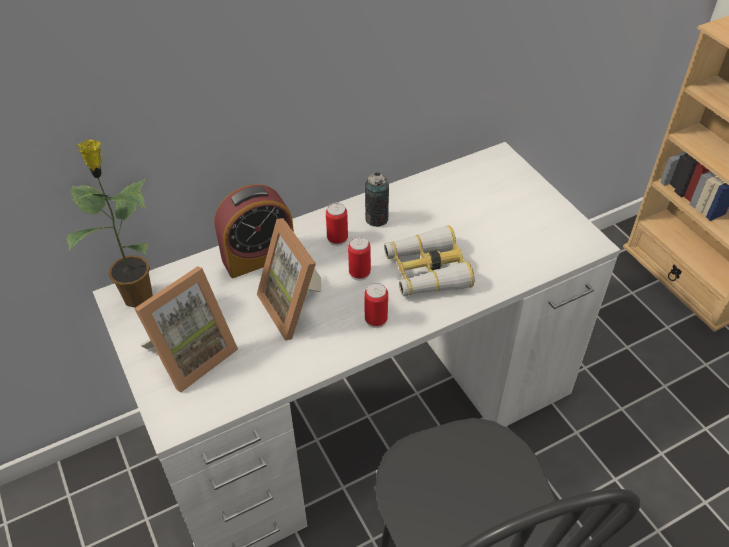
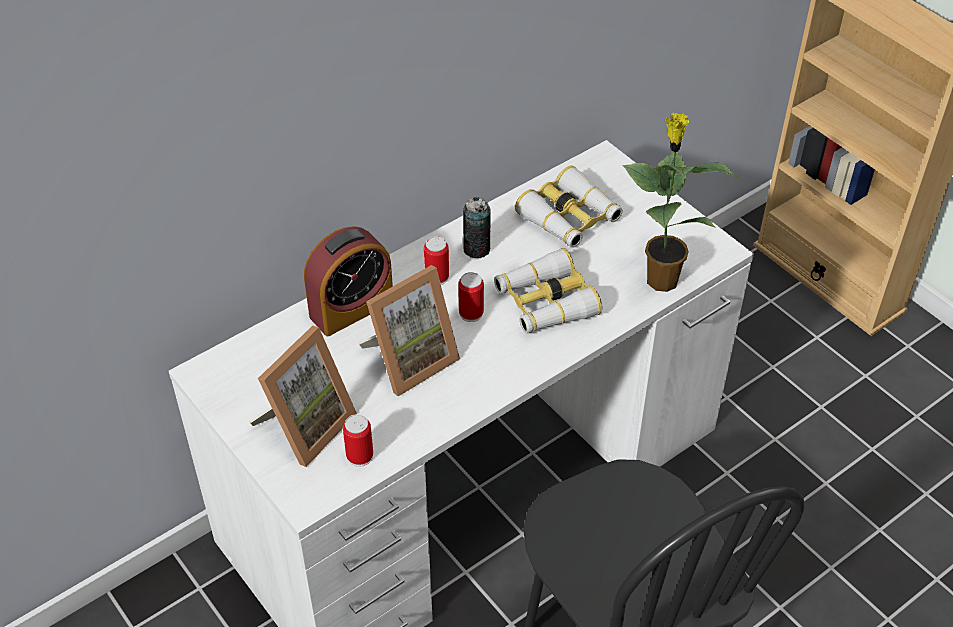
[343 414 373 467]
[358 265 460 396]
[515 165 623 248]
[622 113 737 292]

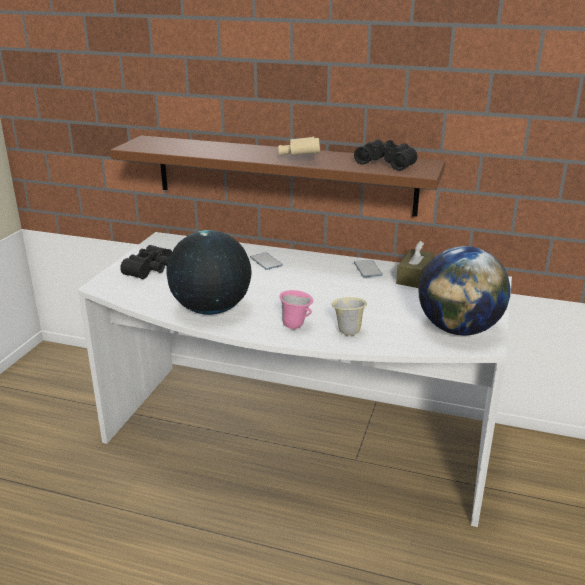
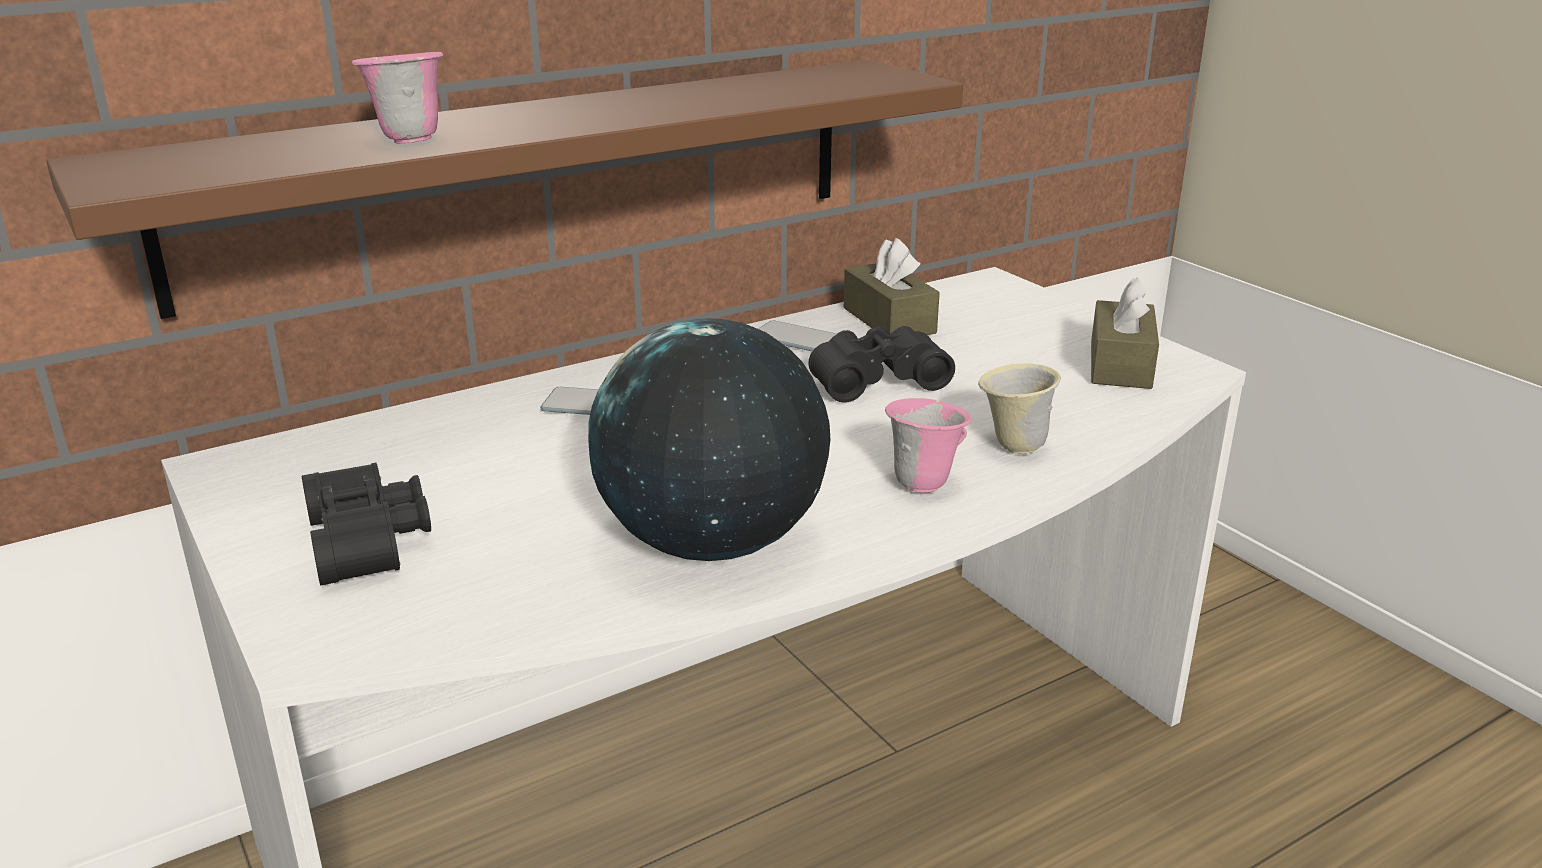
[352 52 443 144]
[808 326 955 403]
[1091 277 1159 389]
[278 137 320 156] (first image)

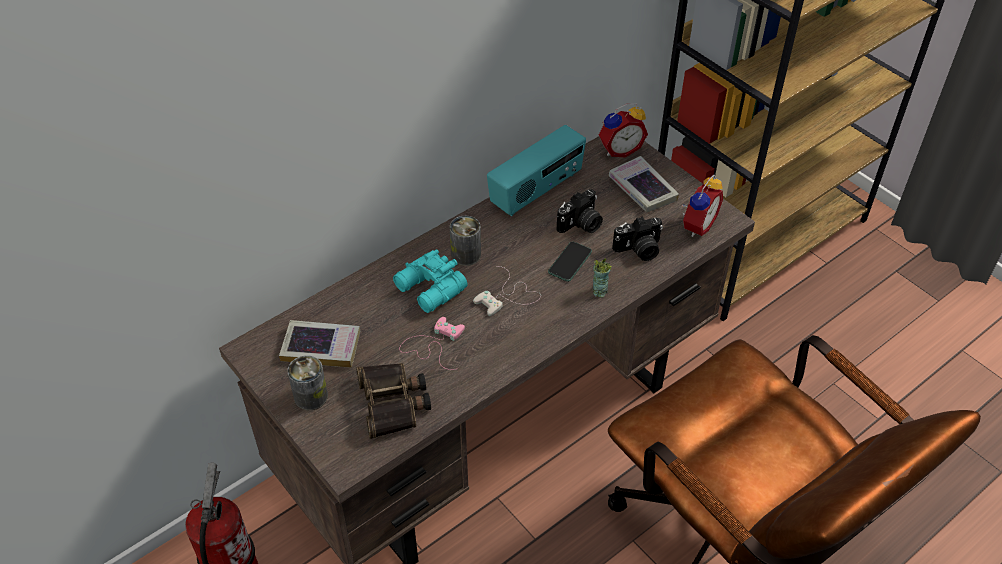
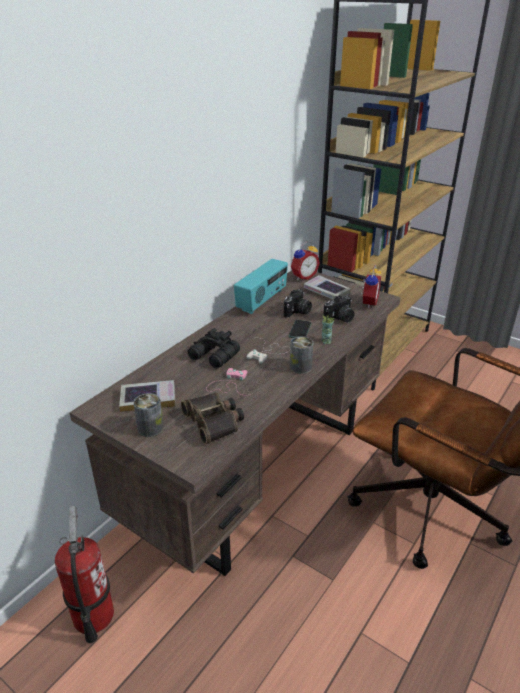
[188 328 240 368]
[290 336 313 374]

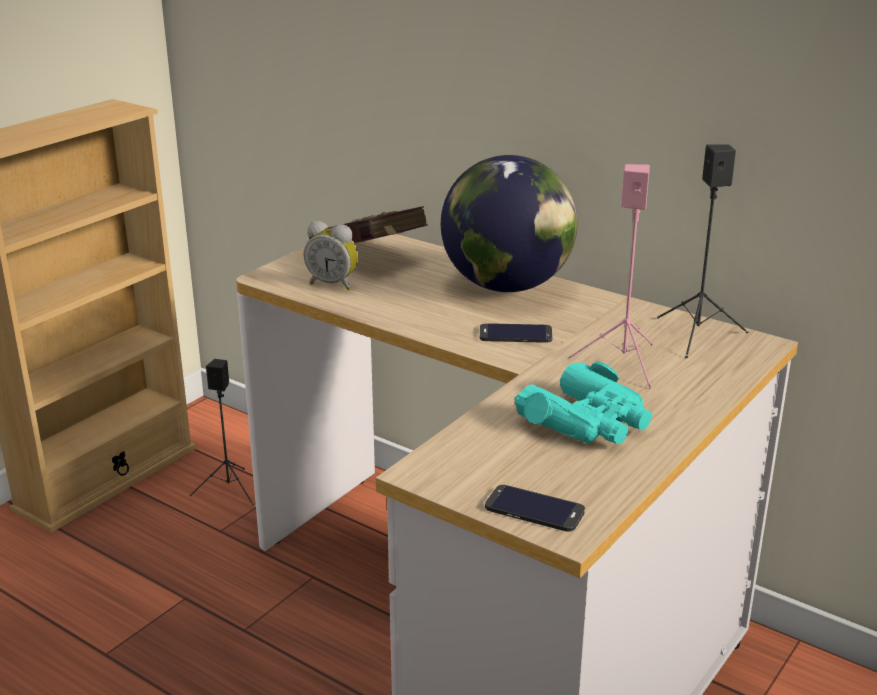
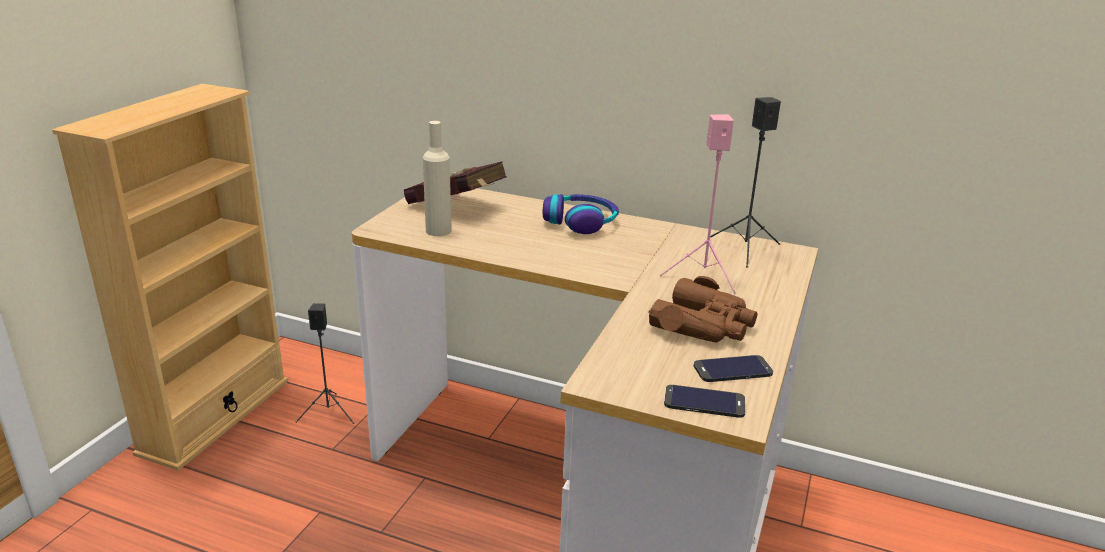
[423 121 452 236]
[543 194 619 234]
[649 276 758 342]
[694 355 773 382]

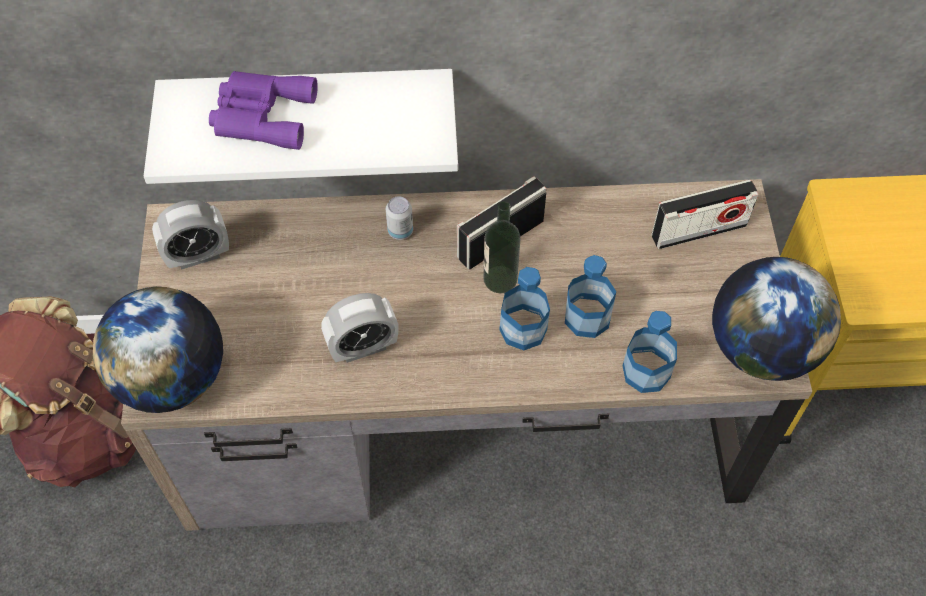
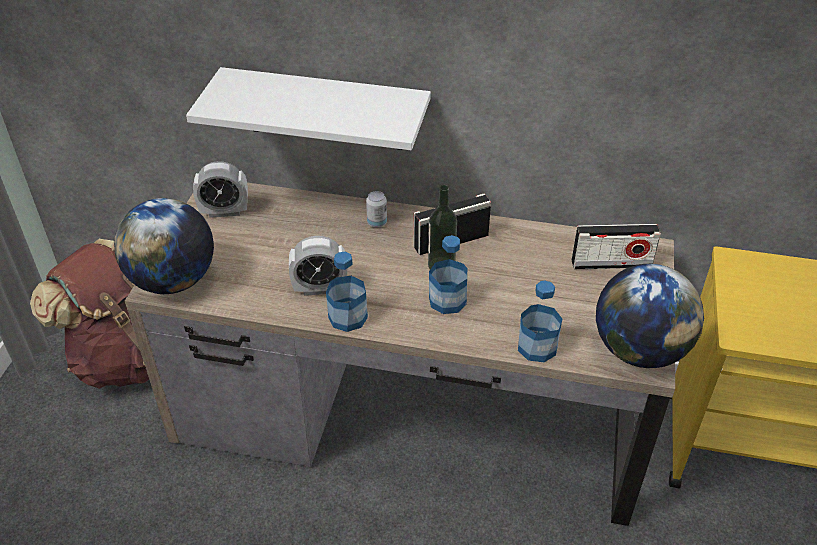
[326 252 368 332]
[209 71 318 150] (first image)

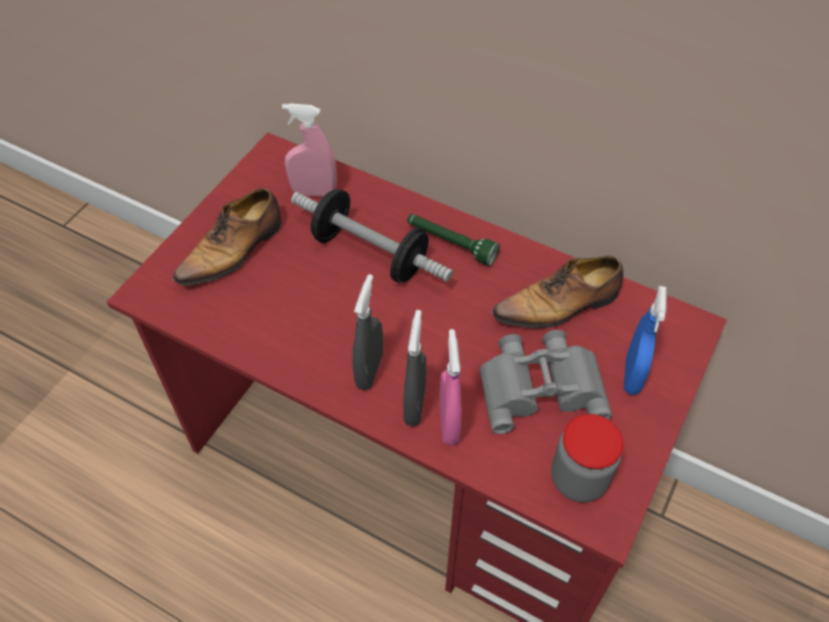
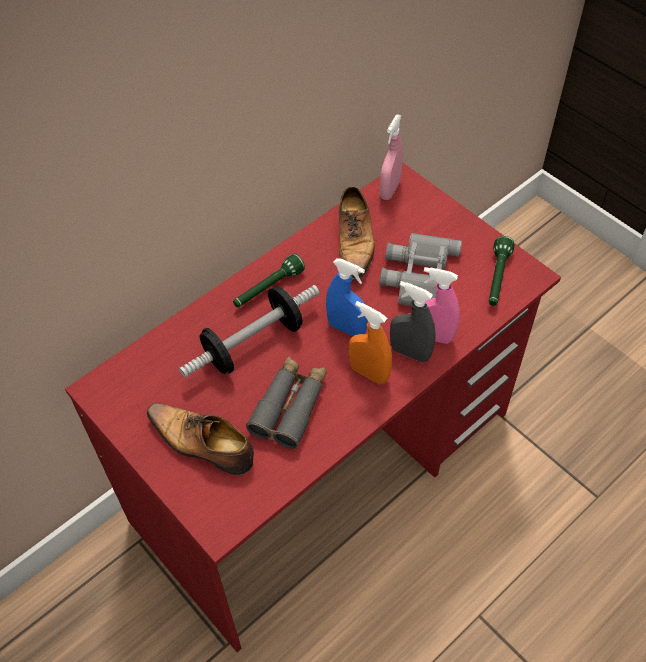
[147 403 254 475]
[246 356 327 449]
[326 258 368 336]
[349 301 392 385]
[380 114 403 200]
[489 236 515 306]

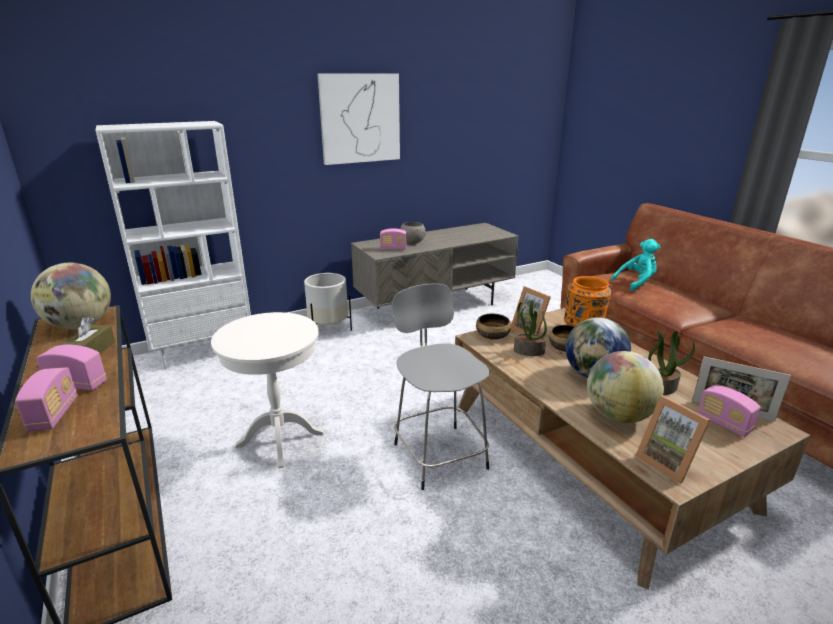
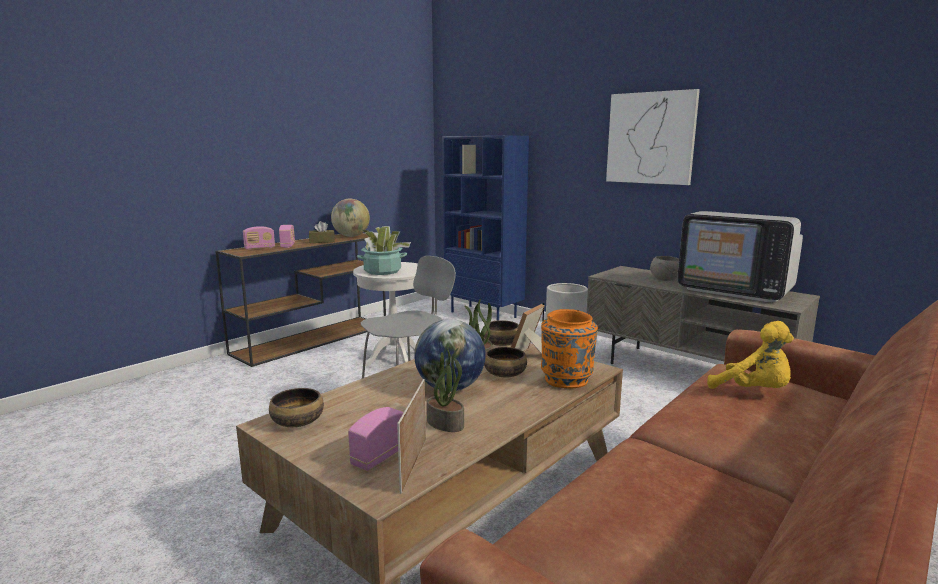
[269 388 324 427]
[357 226 411 275]
[443 135 529 321]
[677 211 803 302]
[707 321 794 389]
[380 228 407 250] (first image)
[587 351 664 423] (first image)

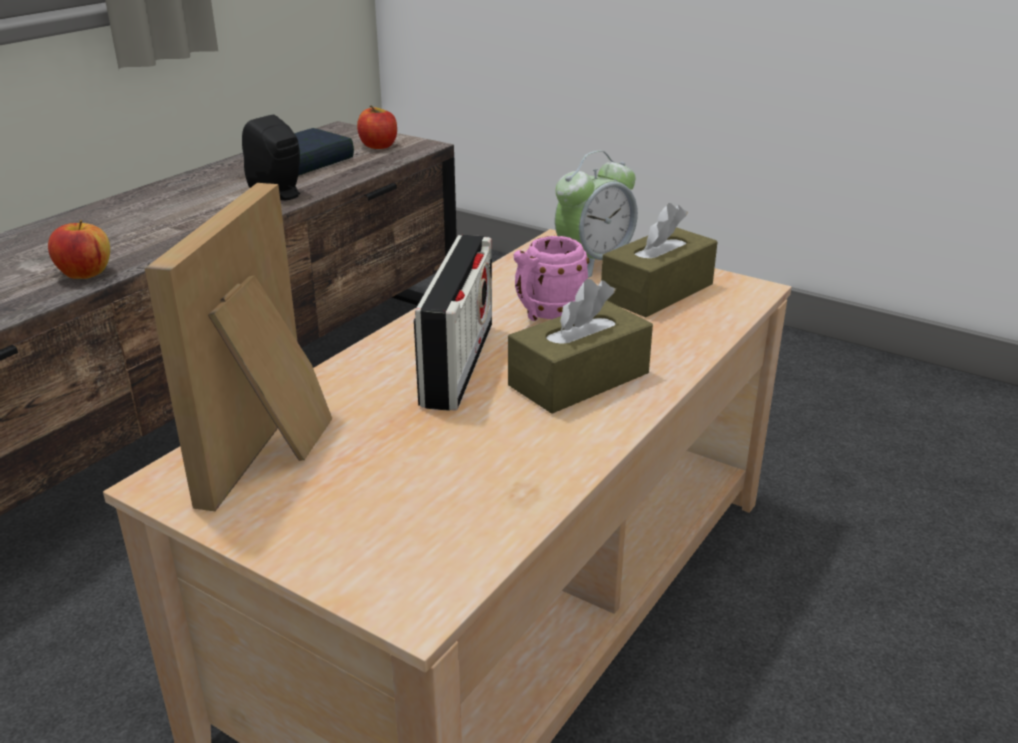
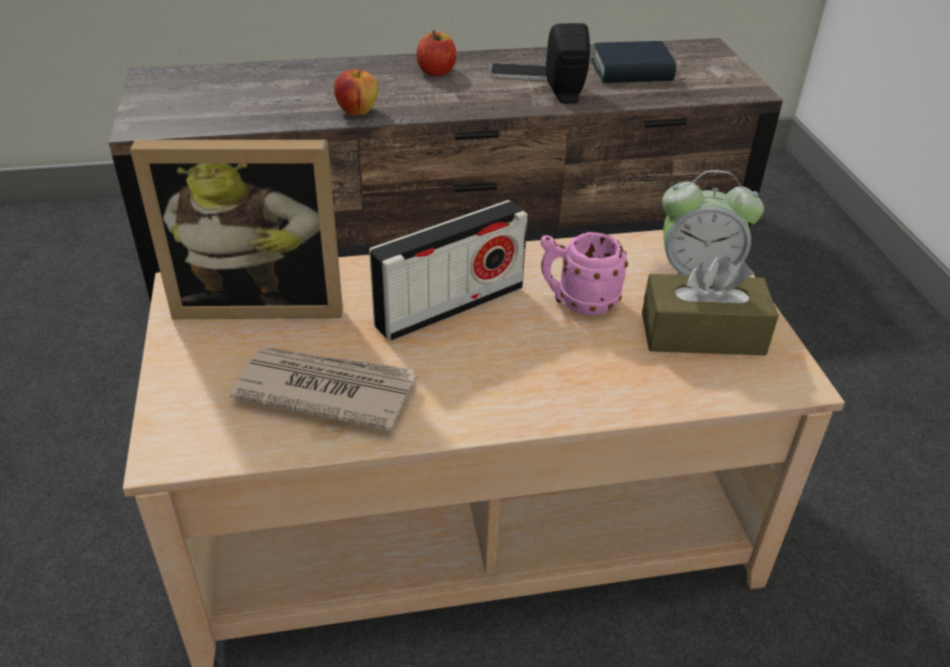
[130 140 343 319]
[230 347 417 431]
[416 30 456 76]
[491 63 547 80]
[508 279 653 414] (first image)

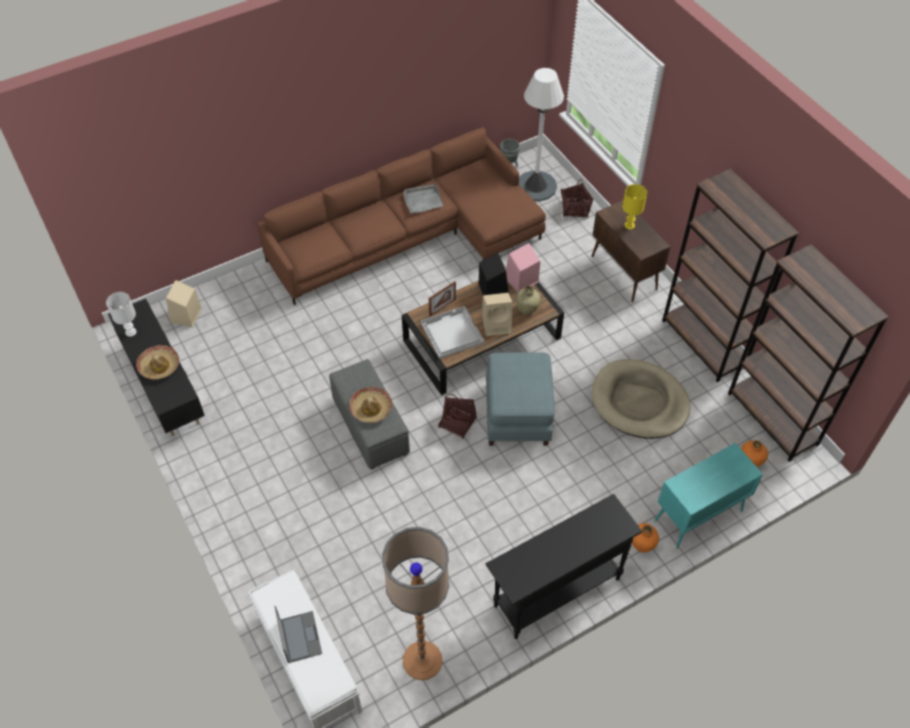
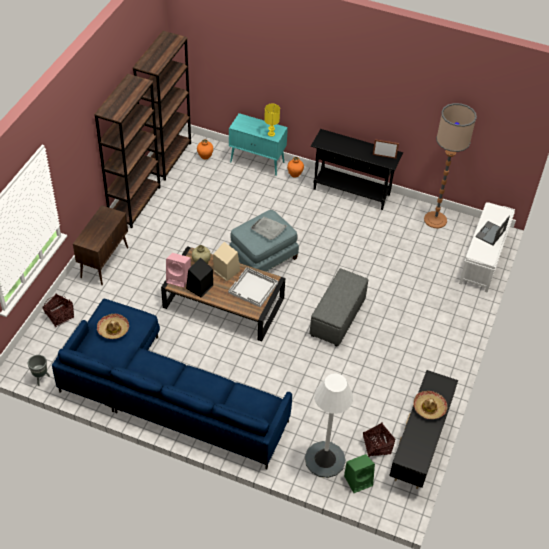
[52 299 292 469]
[97 314 129 339]
[251 217 287 240]
[264 104 280 137]
[305 373 353 478]
[344 454 375 493]
[363 422 395 457]
[373 139 399 159]
[106 292 137 337] (first image)
[592 359 690 439] (first image)

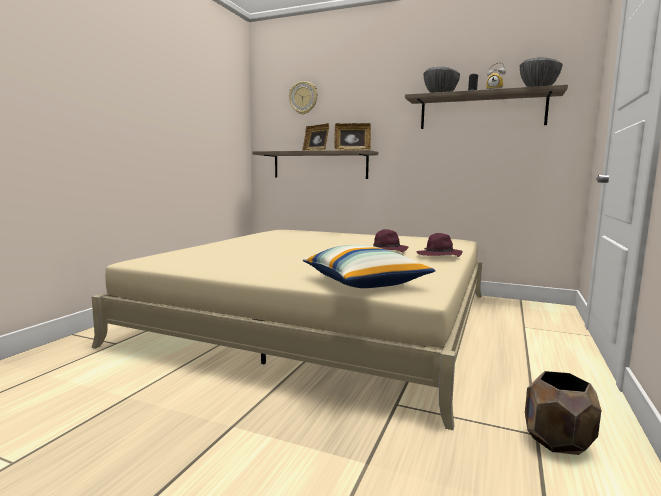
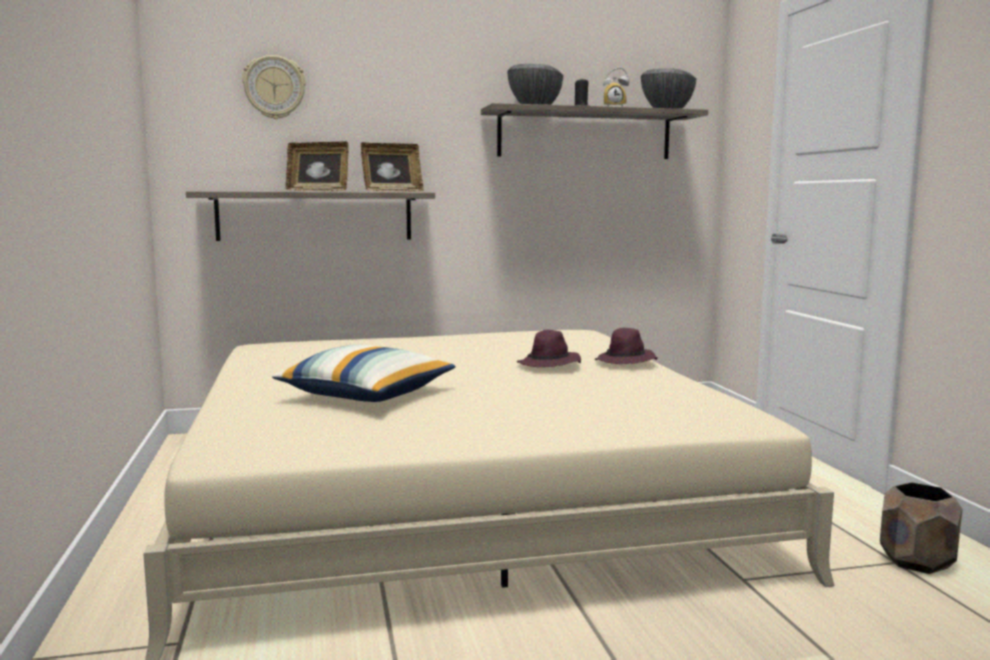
[272 345 455 402]

